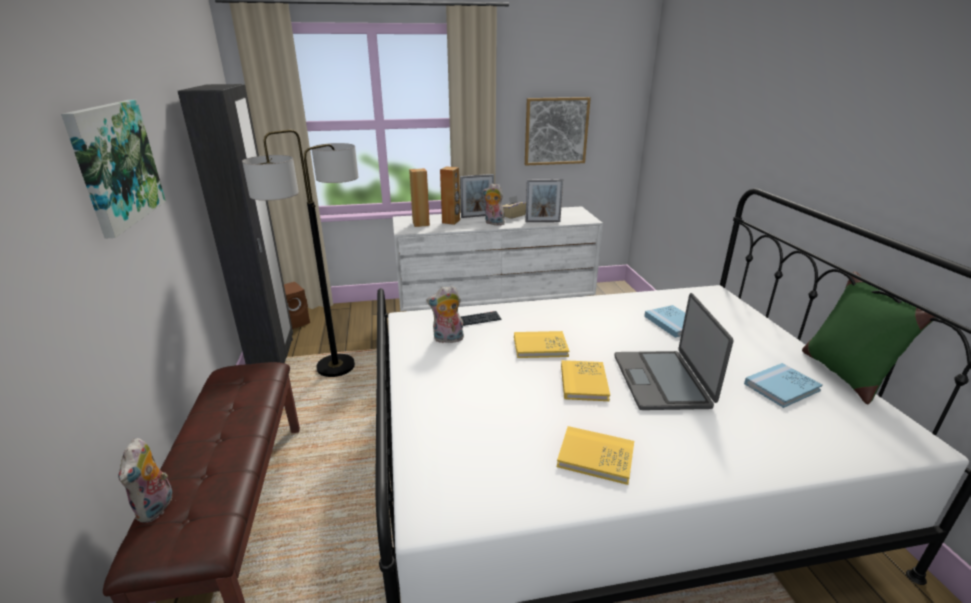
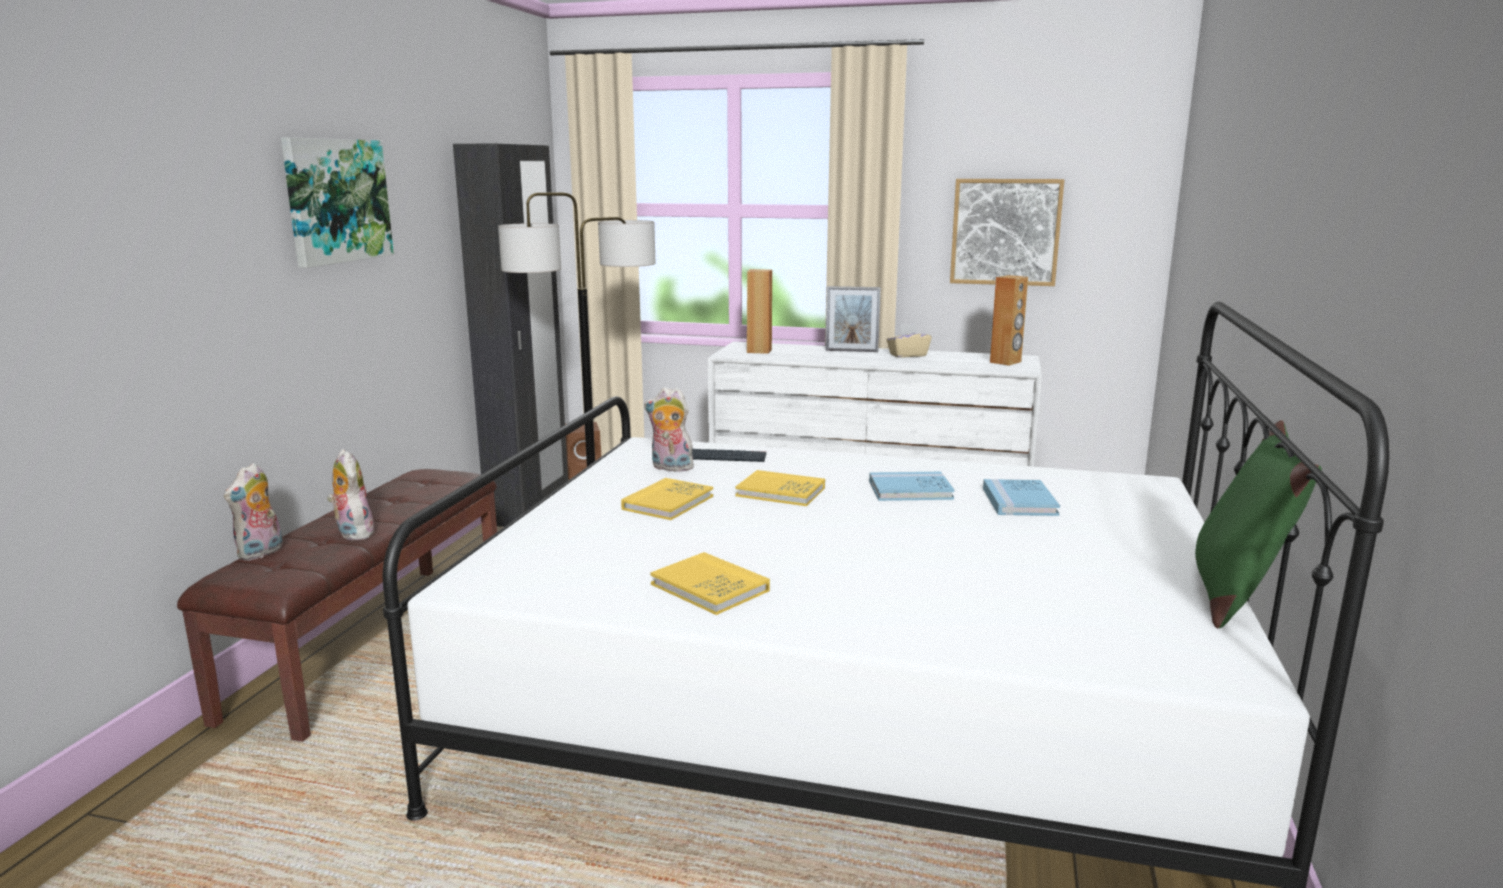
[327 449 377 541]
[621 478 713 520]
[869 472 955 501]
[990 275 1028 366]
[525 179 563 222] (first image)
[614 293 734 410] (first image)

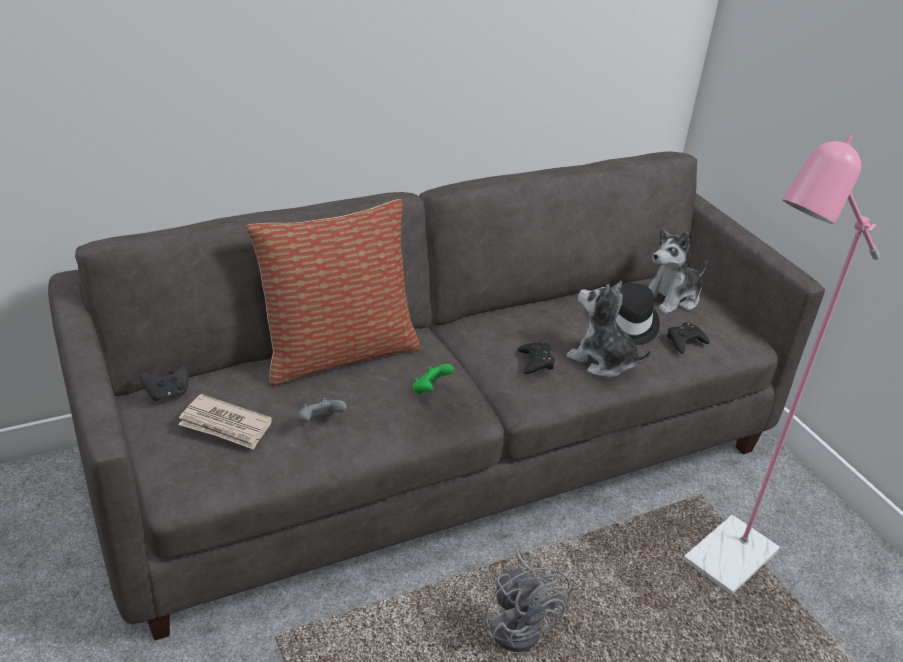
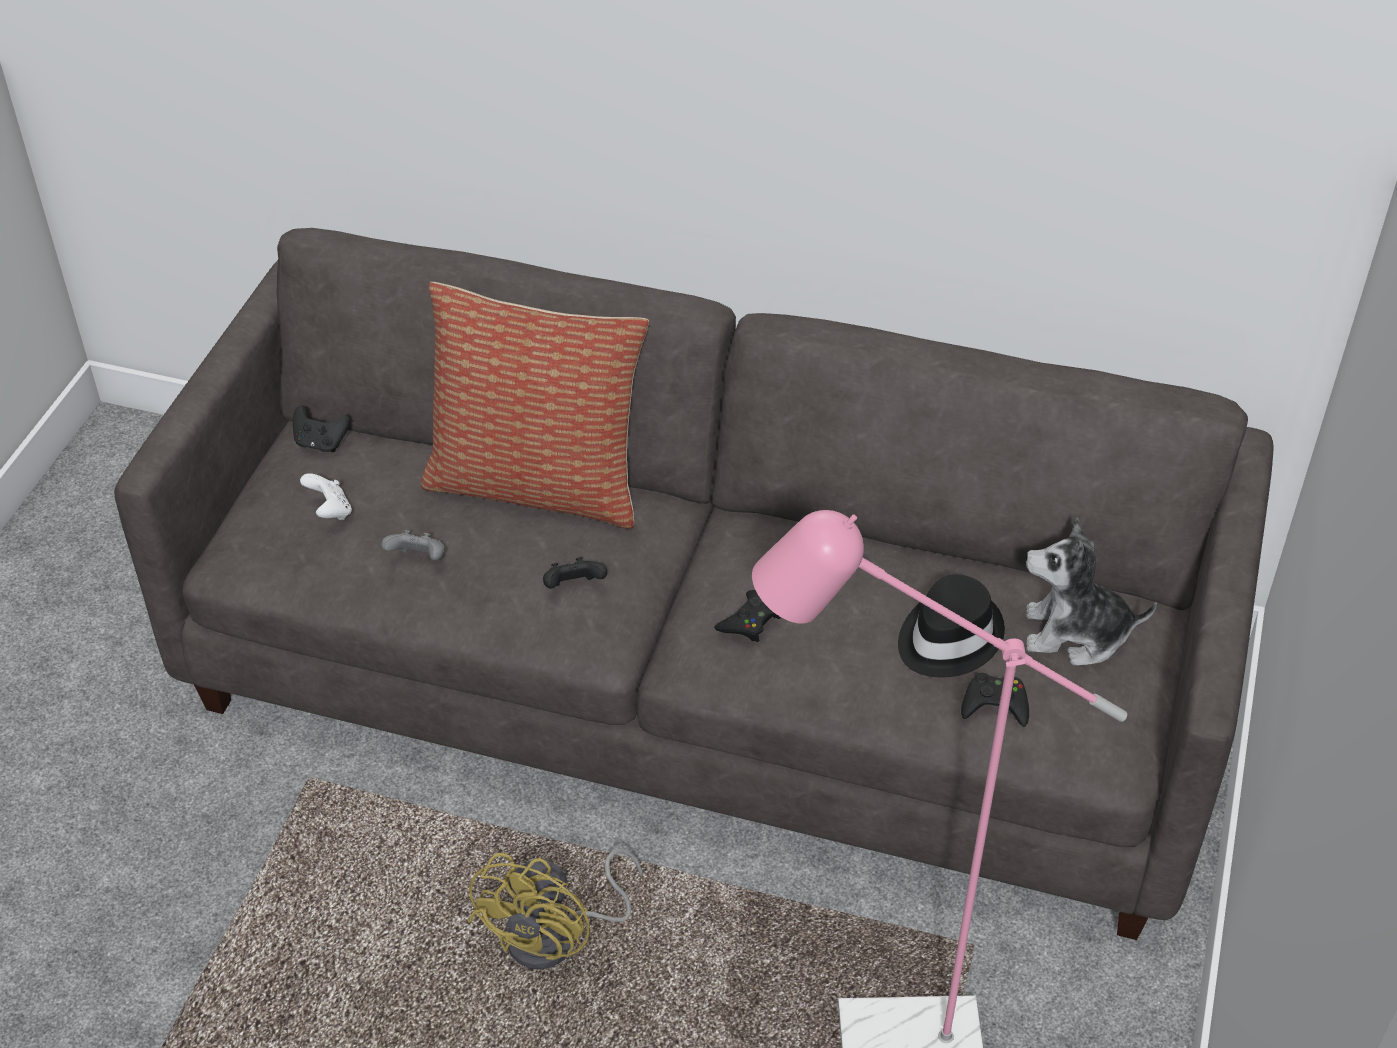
[300 473 352 520]
[468 848 643 969]
[543 557 607 589]
[566 281 652 377] (first image)

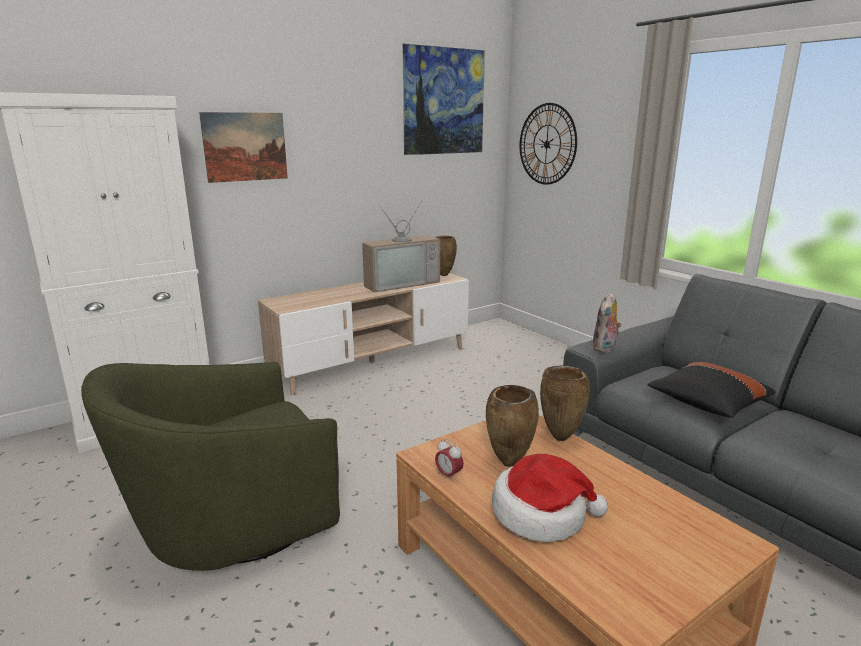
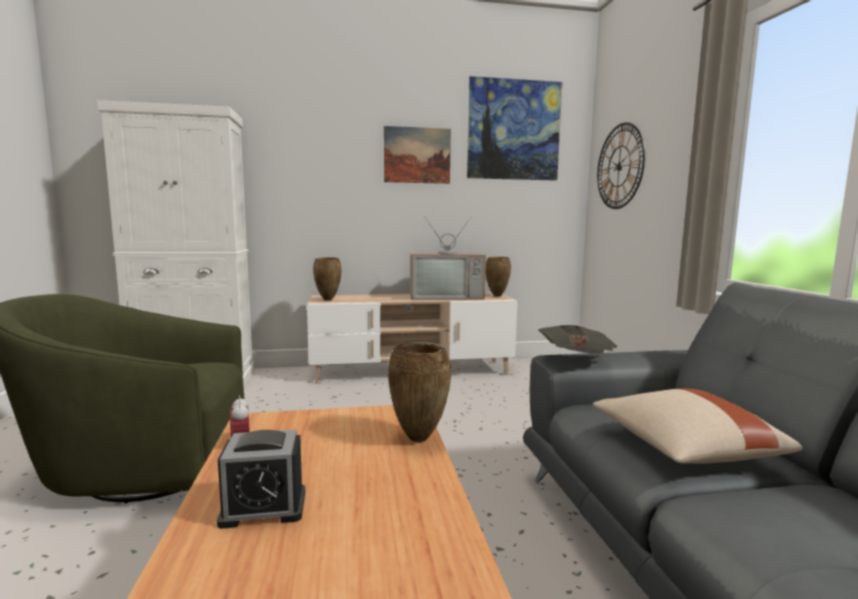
[217 429 305 529]
[313 257 341 301]
[384 126 451 184]
[538 325 617 354]
[593 389 803 464]

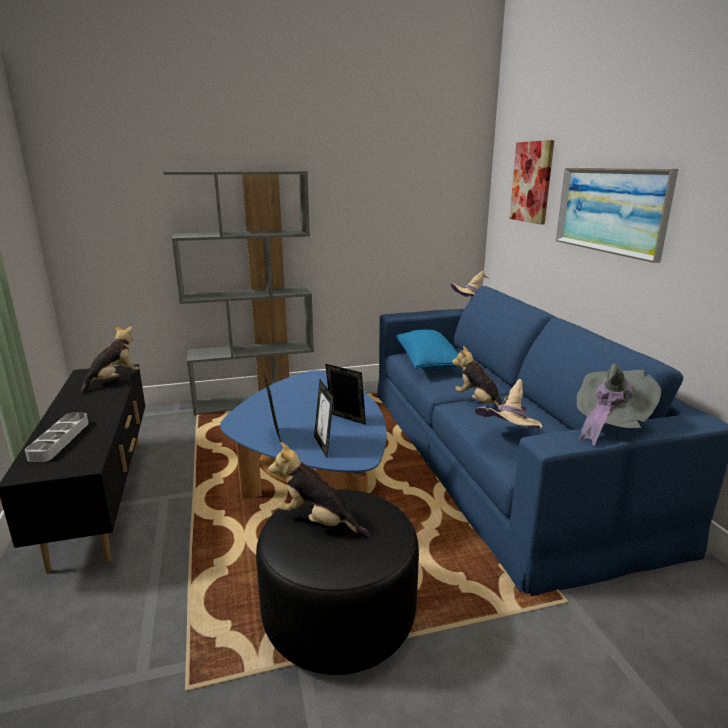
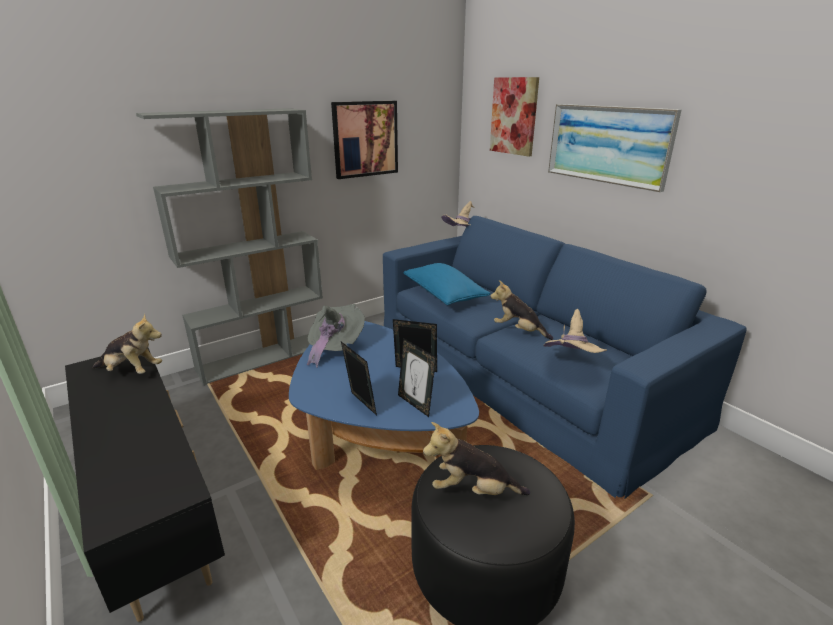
[92 313 162 374]
[307 304 365 368]
[331 101 398 179]
[25 413 89 462] (first image)

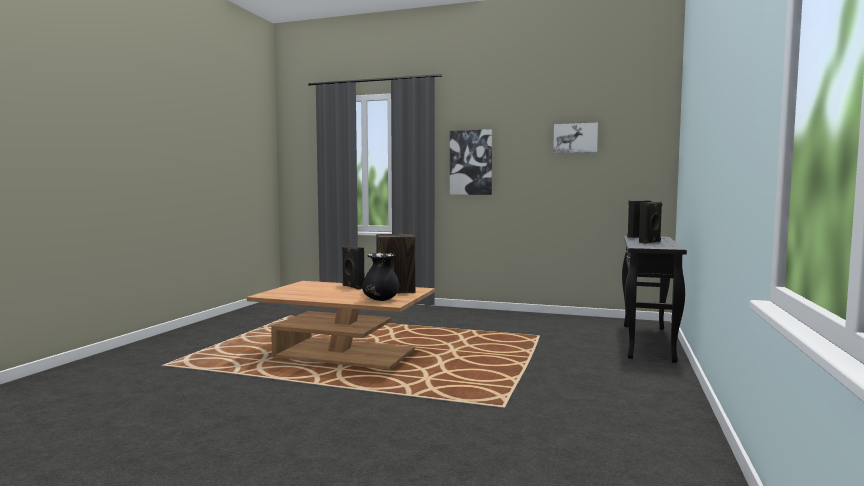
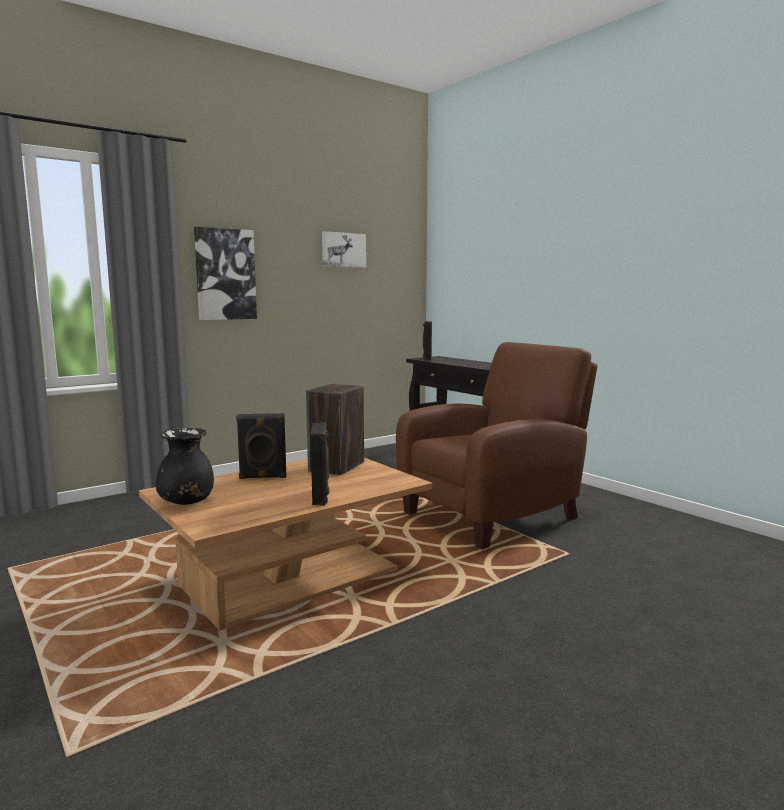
[155 428 214 505]
[311 422 330 506]
[396 342 597 549]

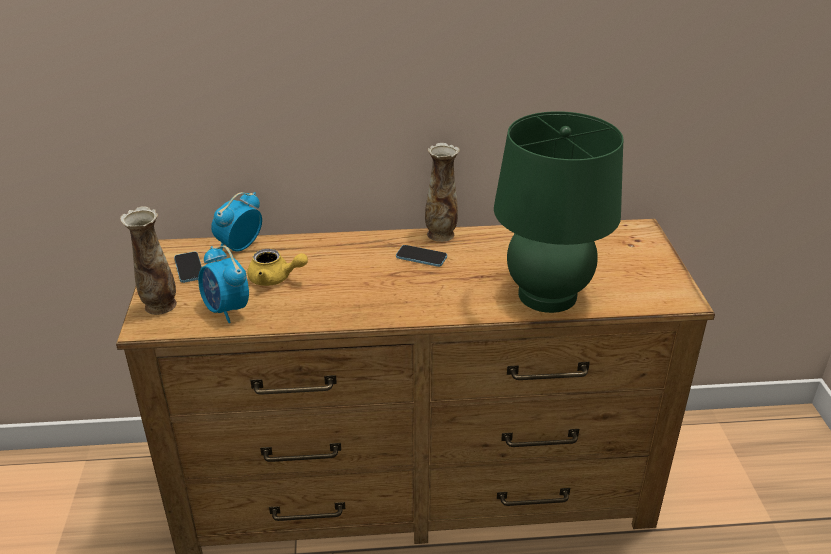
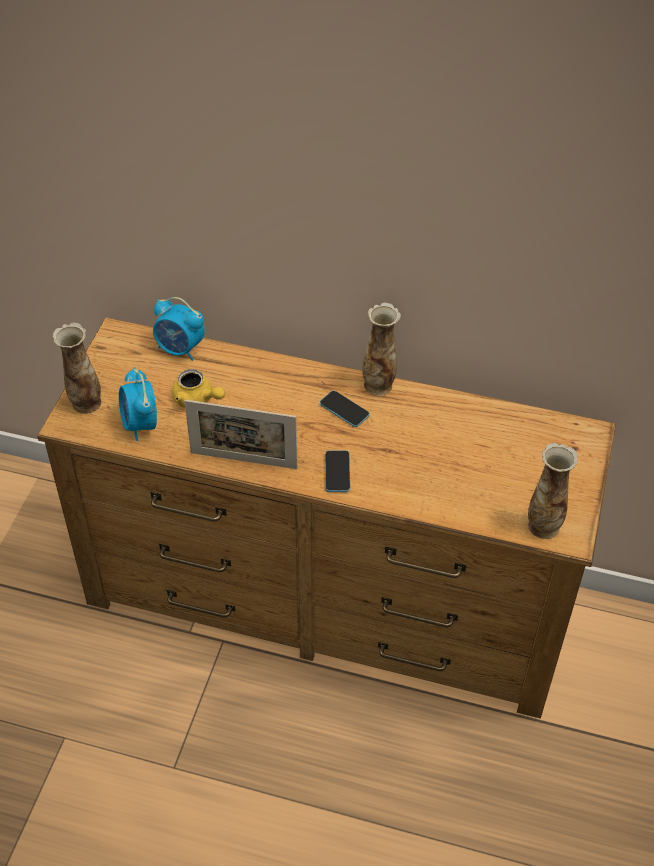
[153 297 205 361]
[184 400 297 469]
[325 450 350 492]
[528 443 578 539]
[494 111 623 313] (first image)

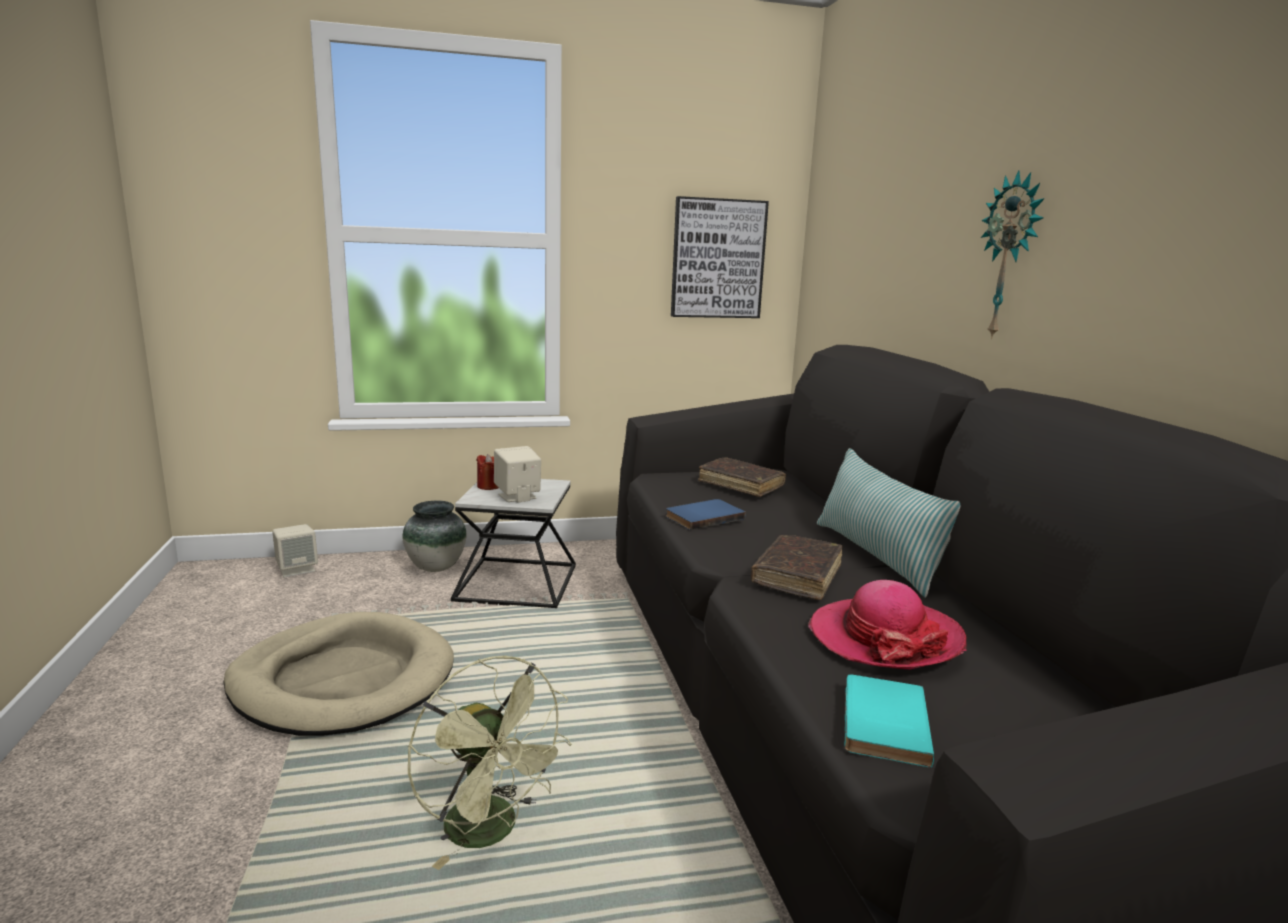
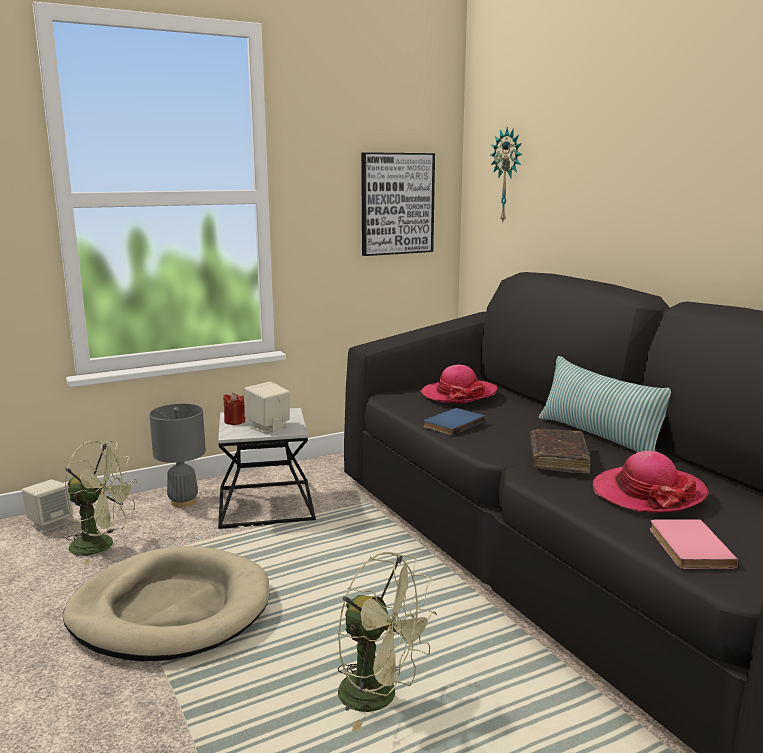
[65 440 137 565]
[149 404 206 508]
[420 364 498 404]
[491 127 522 224]
[650 519 738 569]

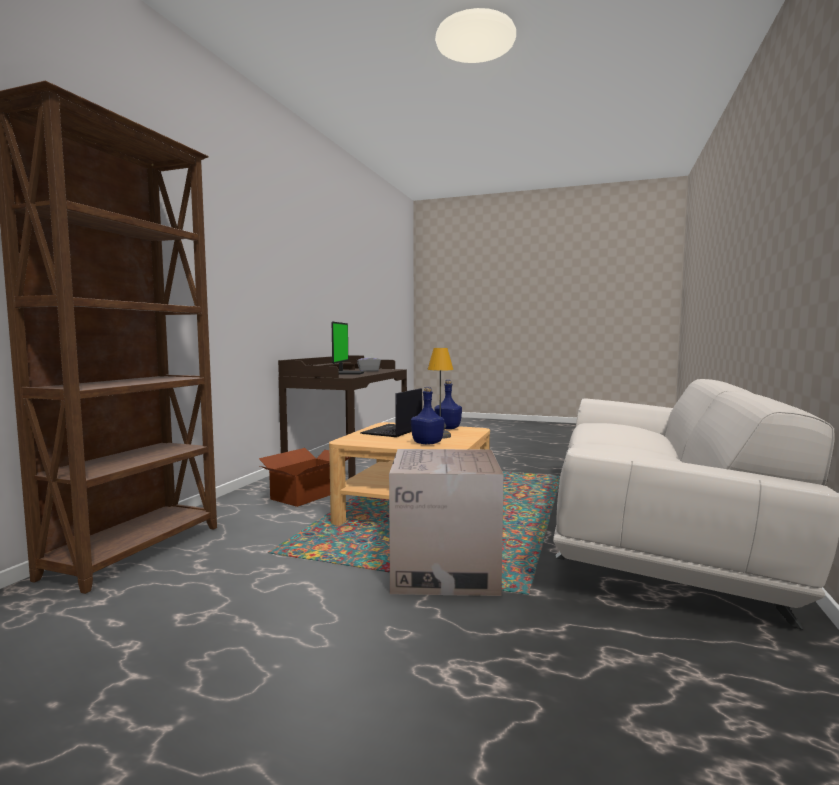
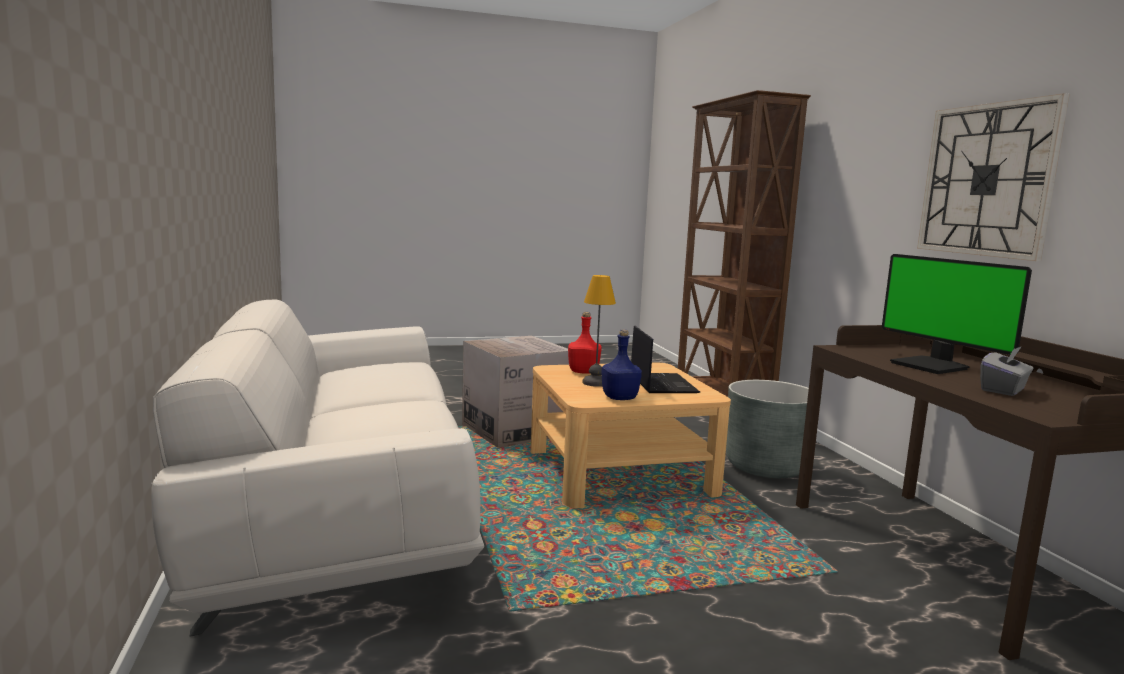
[568 312 601 374]
[726 380 821 478]
[917 93 1069 261]

